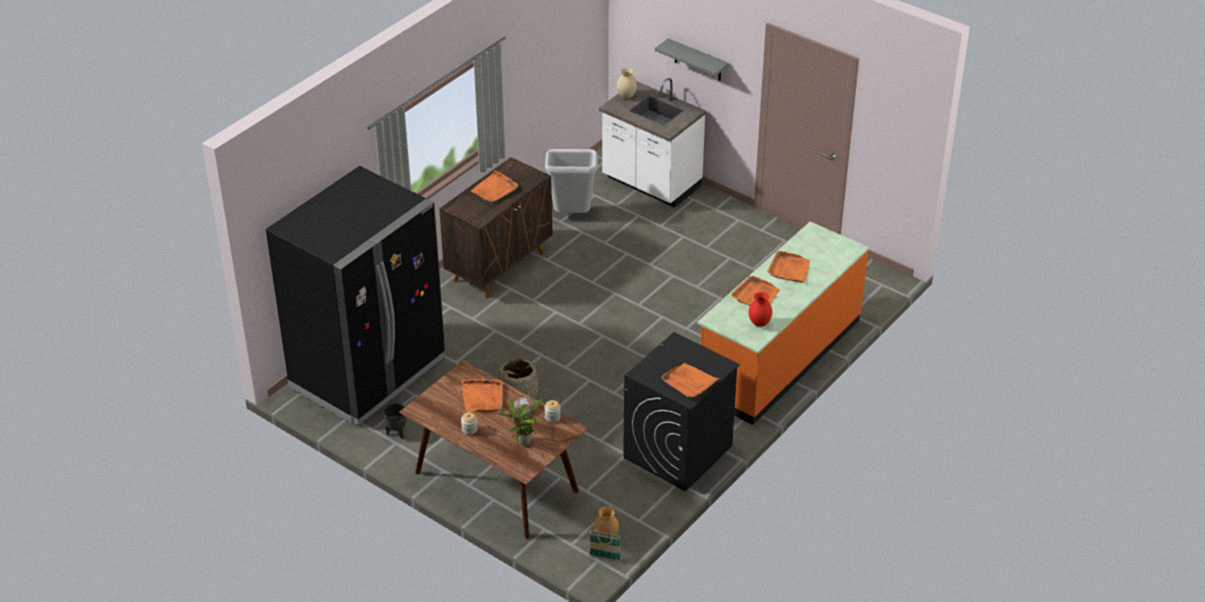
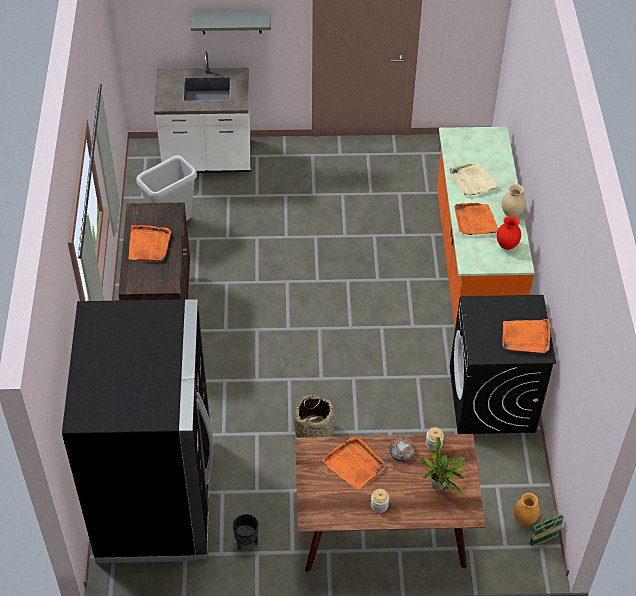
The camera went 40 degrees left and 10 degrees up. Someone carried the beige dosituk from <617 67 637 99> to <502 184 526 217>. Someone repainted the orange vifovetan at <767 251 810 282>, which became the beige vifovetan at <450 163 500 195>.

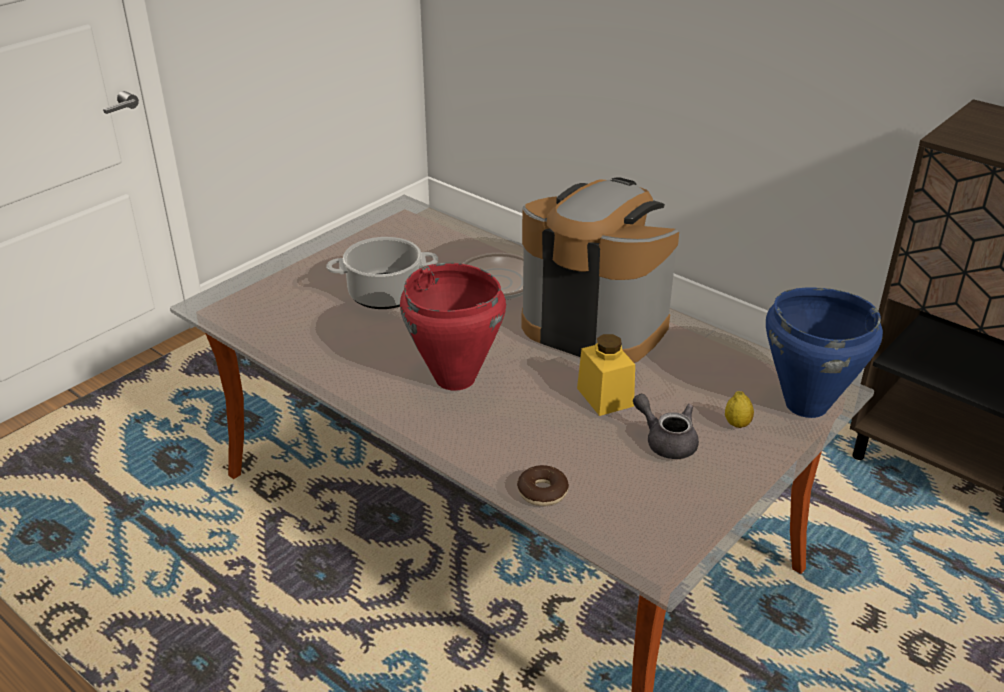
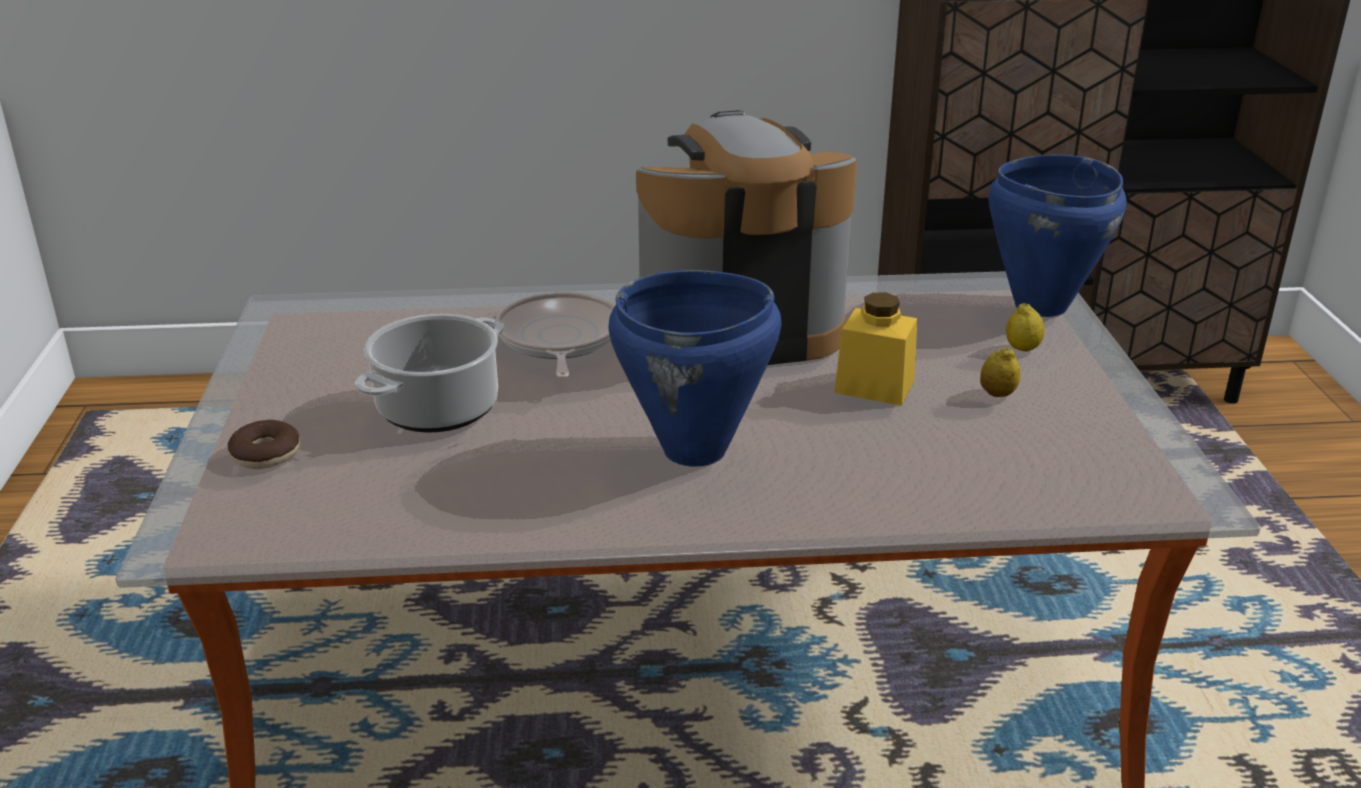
The camera went 45 degrees left and 5 degrees down. Someone repainted the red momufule at <400 263 506 391>, which became the blue momufule at <609 270 781 467>. Someone carried the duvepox from <517 465 569 506> to <228 420 300 469>. Someone swapped the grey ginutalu at <633 394 699 459> for the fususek at <980 347 1020 397>.

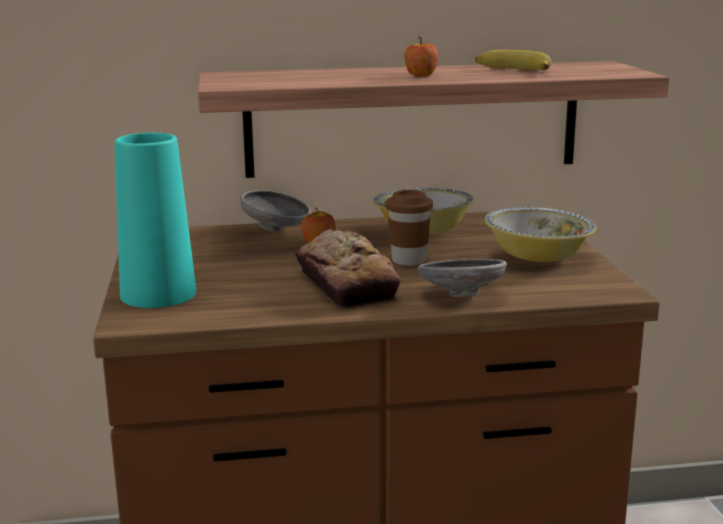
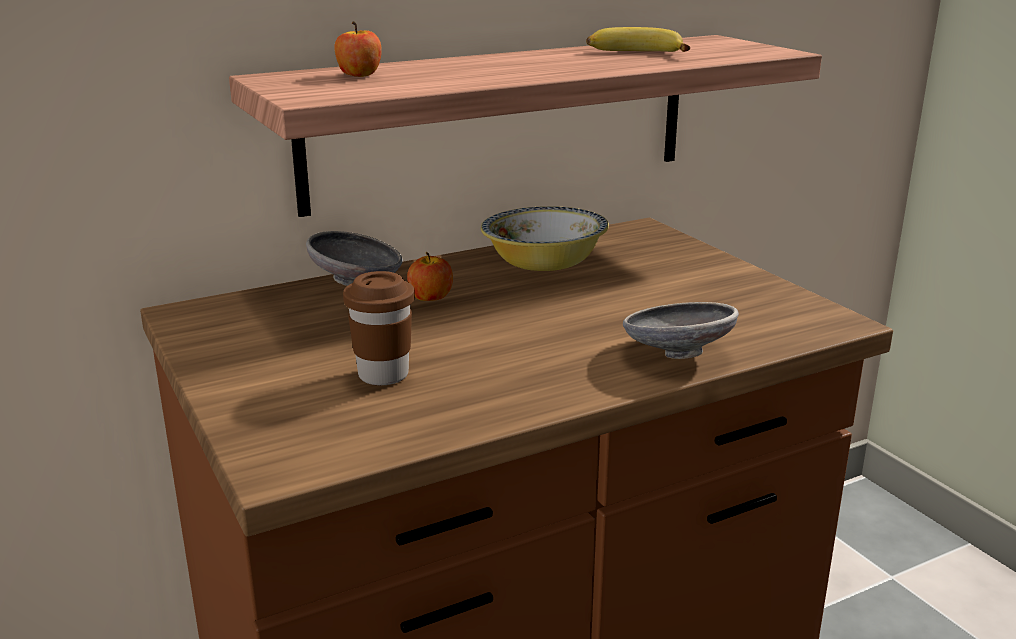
The camera went 20 degrees left and 5 degrees up. Someone took away the turquoise dosituk at <115 133 196 308>. Someone took away the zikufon at <295 229 401 308>. Someone carried the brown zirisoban from <386 190 433 266> to <343 271 415 385>. Someone carried the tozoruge from <404 36 438 76> to <334 21 382 77>. Someone took away the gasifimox at <485 207 596 262>.

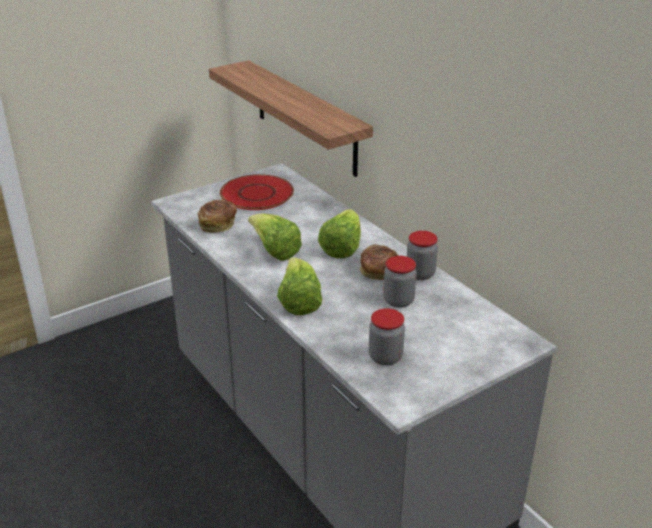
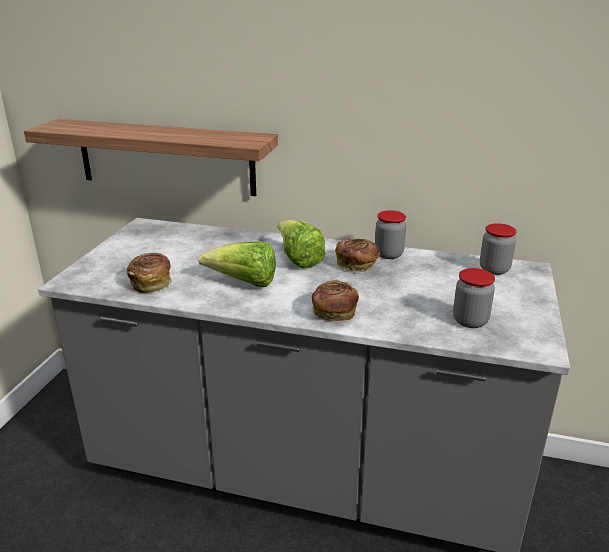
The camera went 40 degrees left and 5 degrees down. Someone took away the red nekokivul at <220 174 294 210>. Someone swapped the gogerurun at <277 257 322 315> for the zikufon at <312 280 359 321>. Someone carried the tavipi from <383 256 417 308> to <480 223 517 275>.

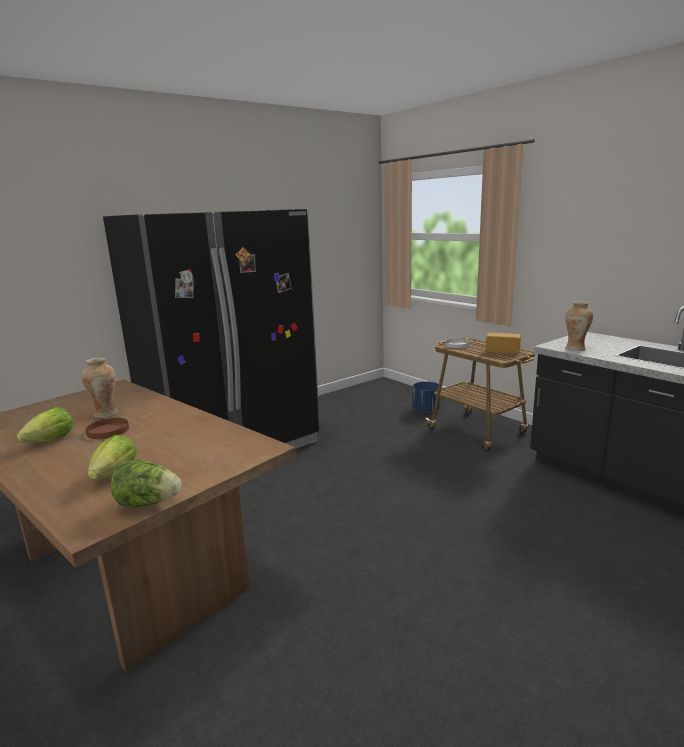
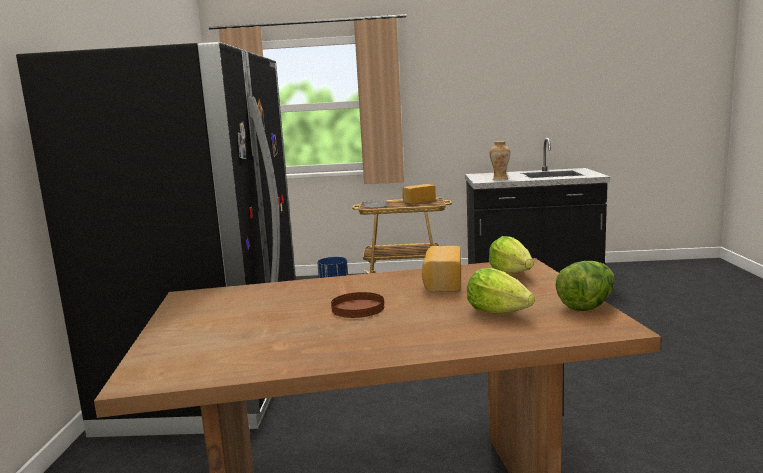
The camera went 50 degrees left and 5 degrees down. Someone carried the gogerurun from <17 407 73 443> to <489 236 533 274>. Someone took away the dosituk at <82 357 118 418>. Someone put down the zikufon at <422 246 461 292>.

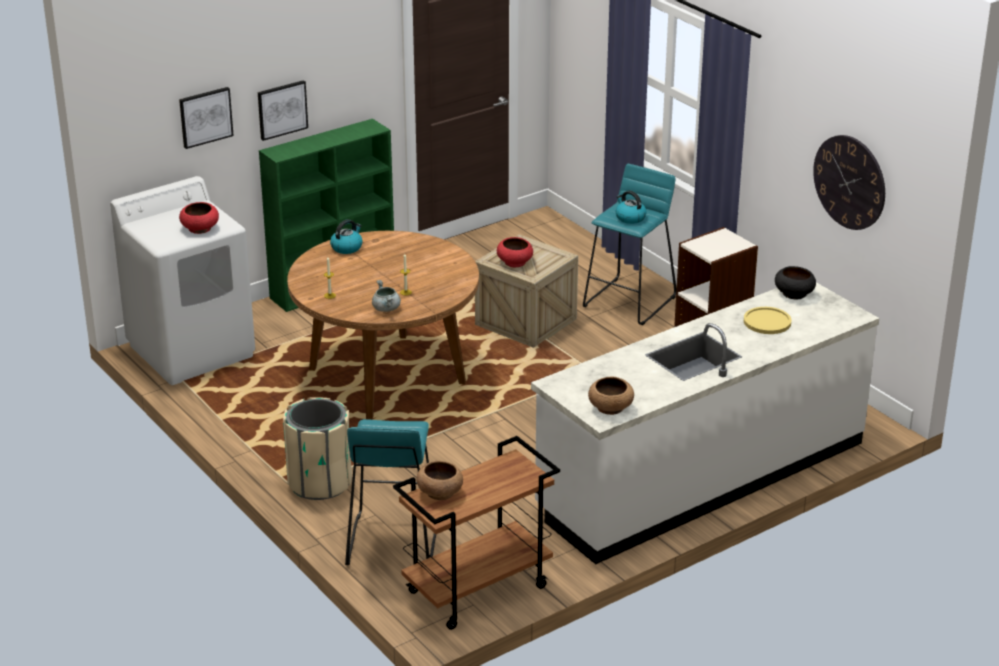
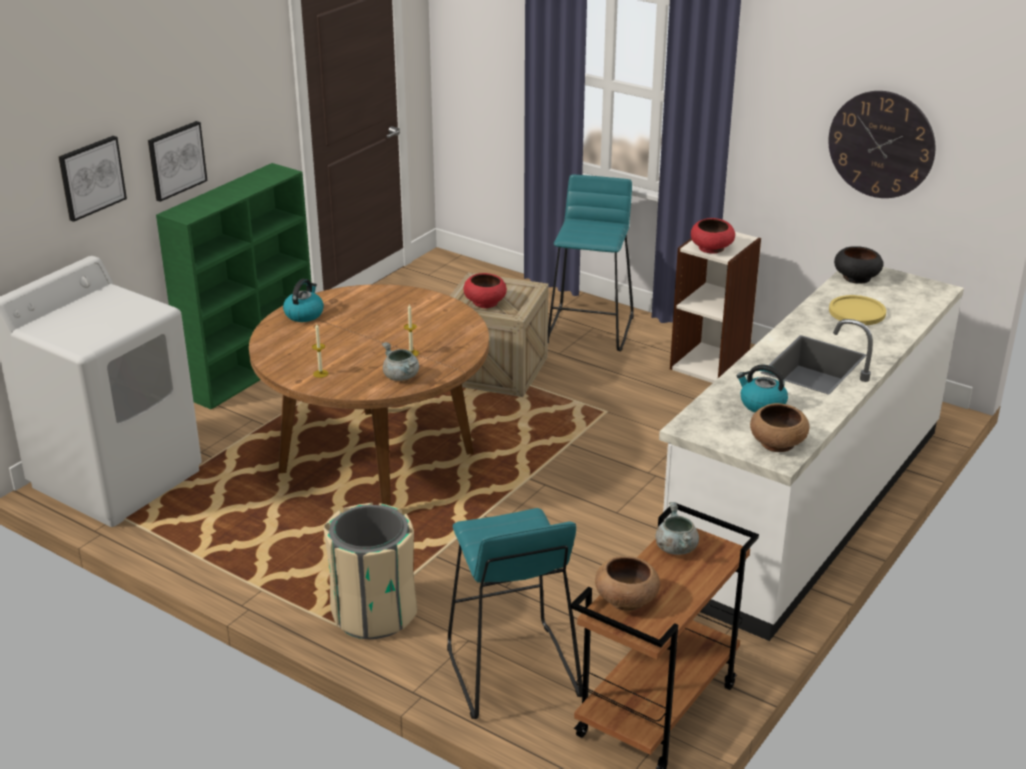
The camera went 20 degrees left and 0 degrees up. Someone carried the red gasifimox from <179 202 219 234> to <691 218 735 253>. Someone carried the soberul from <616 191 647 224> to <736 365 788 412>. Someone put down the grey momufule at <655 502 699 555>.

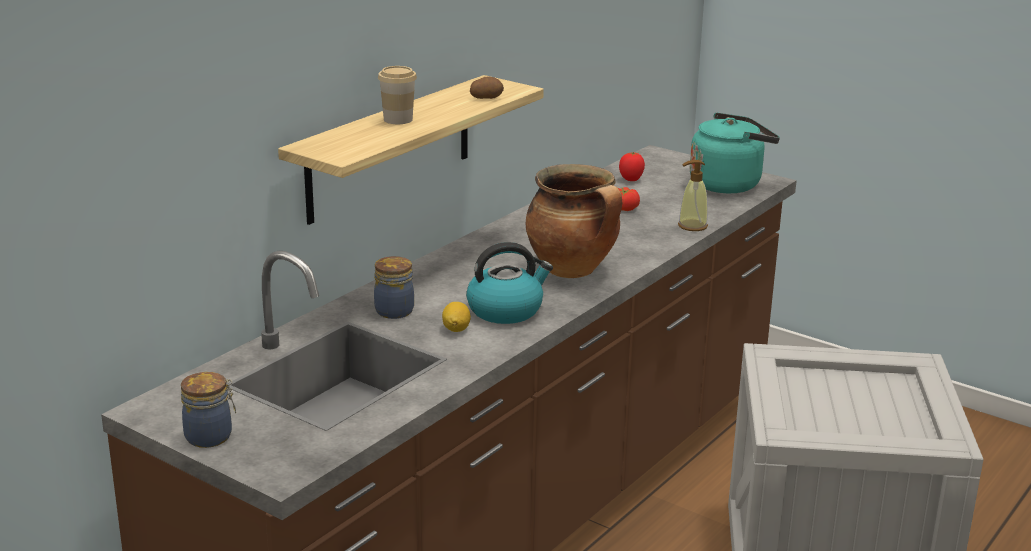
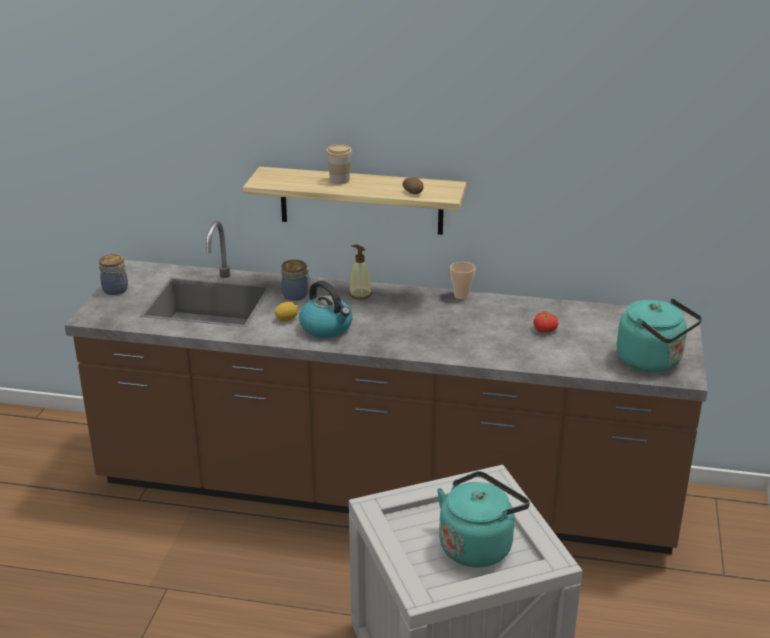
The camera went 65 degrees right and 5 degrees up. Someone took away the momufule at <526 164 622 278>. Someone took away the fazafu at <619 152 645 181>. Someone carried the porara from <678 160 708 231> to <349 245 372 300>. Someone put down the turquoise soberul at <437 471 530 567>. Someone put down the zirisoban at <450 262 475 300>.

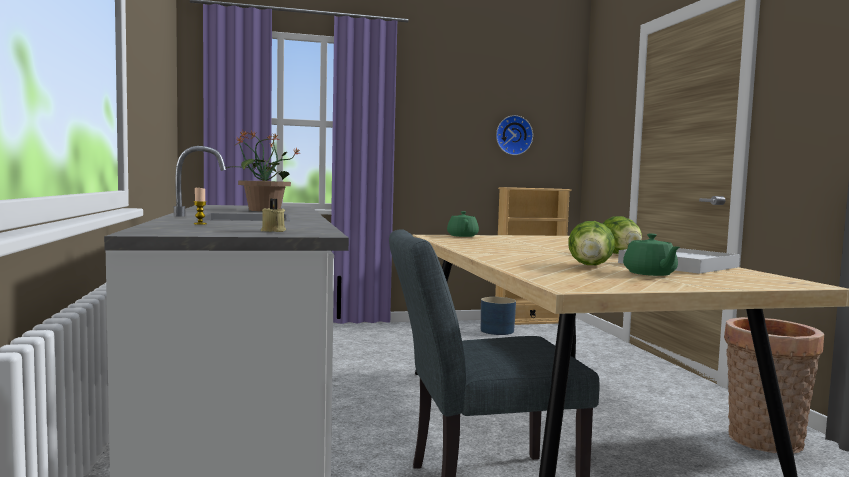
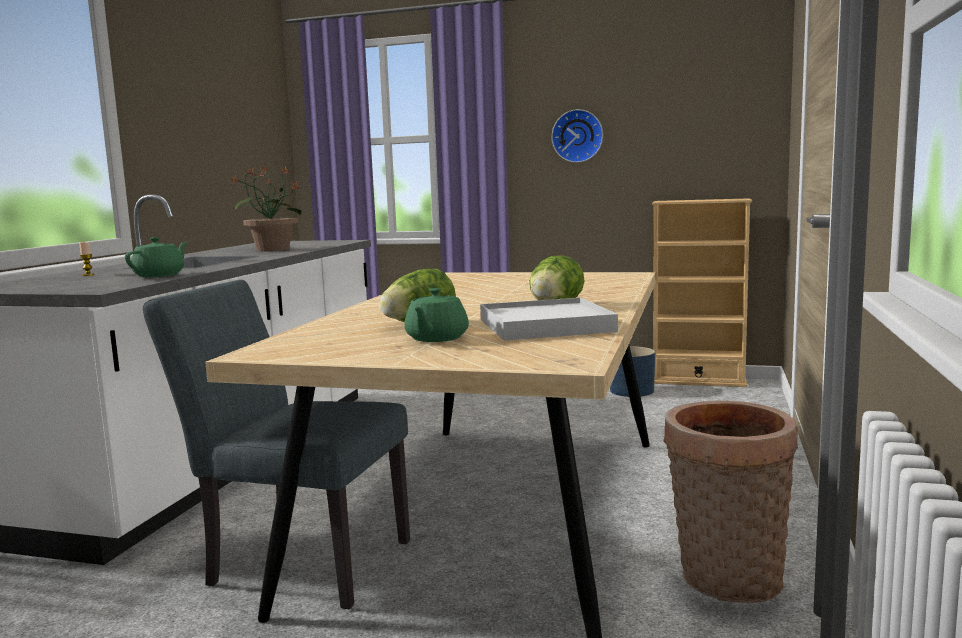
The camera went 30 degrees right and 5 degrees up. Someone took away the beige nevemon at <261 199 286 232>. Someone carried the green ginutalu from <447 211 479 237> to <125 237 188 277>. Someone carried the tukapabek from <496 115 533 155> to <551 109 603 163>.

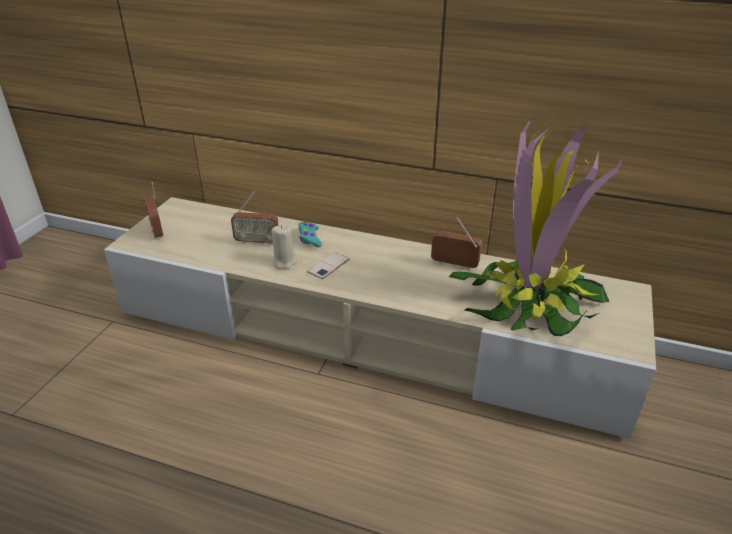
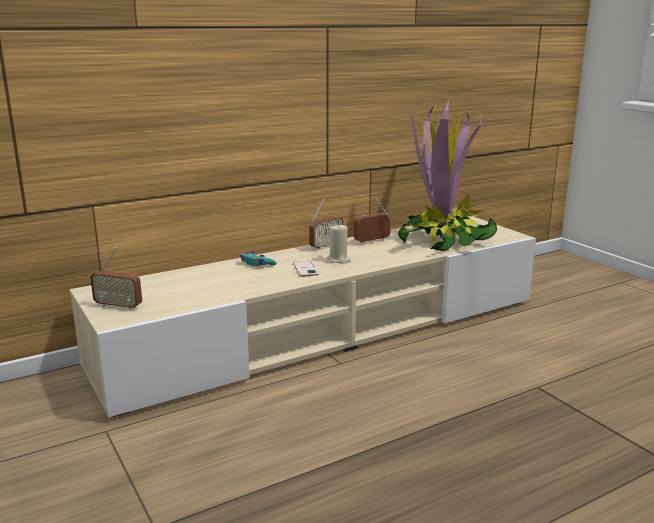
The camera went 50 degrees left and 15 degrees down. Someone carried the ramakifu from <231 191 279 246> to <309 199 344 250>. Someone carried the beige nevemon from <271 225 297 270> to <327 224 351 264>.

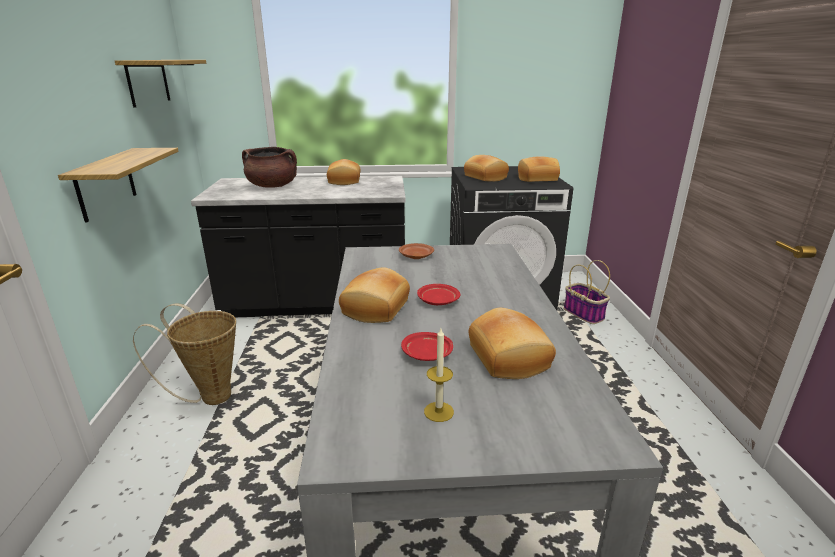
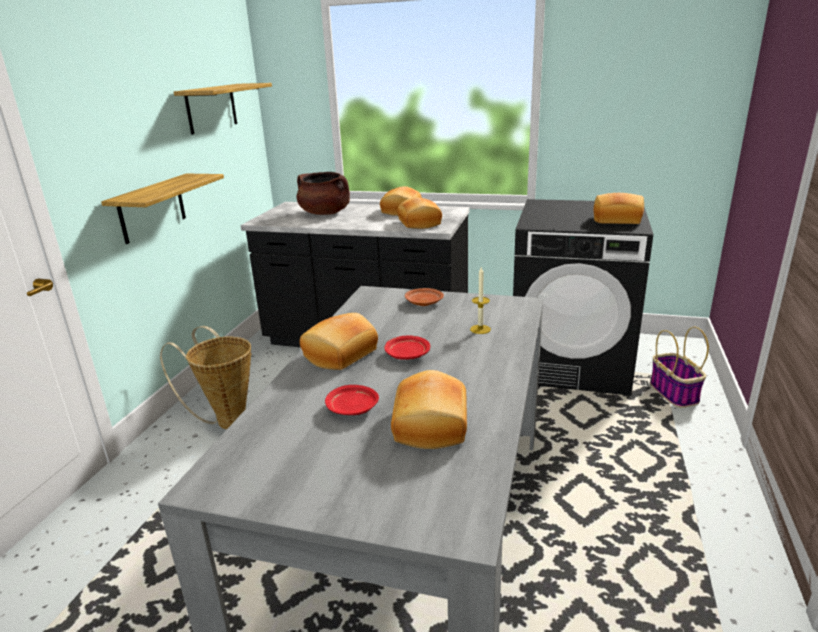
The camera went 20 degrees right and 0 degrees up. Someone carried the nevemon from <424 328 454 422> to <470 267 491 334>. Someone carried the zikufon from <464 155 509 182> to <397 197 442 229>.

